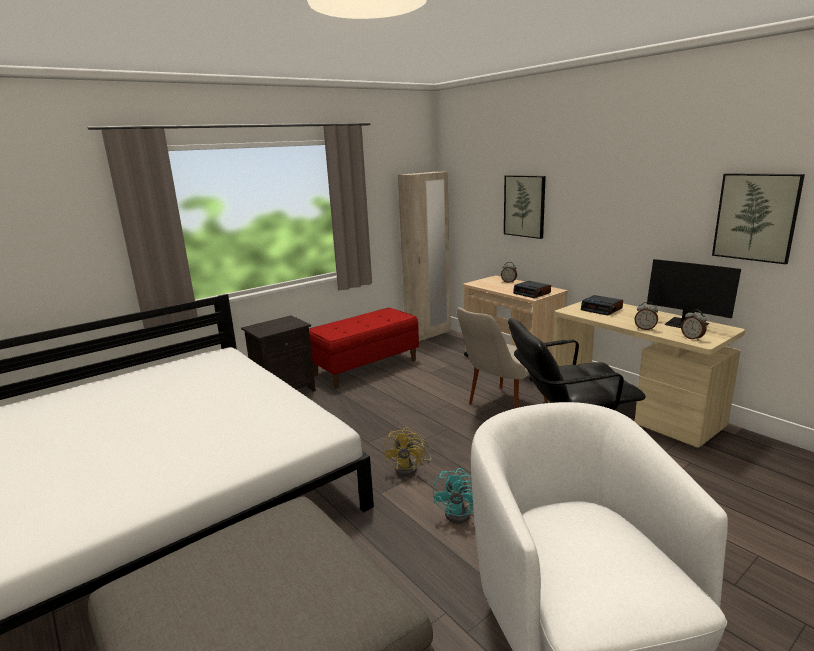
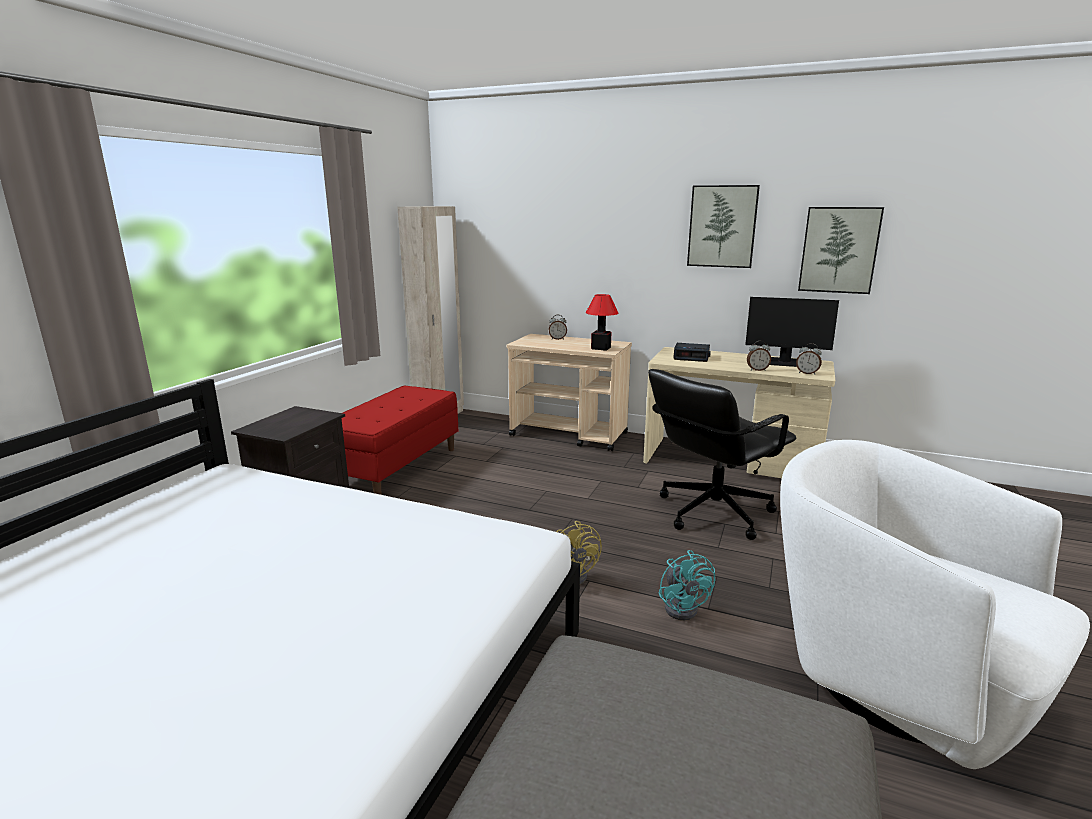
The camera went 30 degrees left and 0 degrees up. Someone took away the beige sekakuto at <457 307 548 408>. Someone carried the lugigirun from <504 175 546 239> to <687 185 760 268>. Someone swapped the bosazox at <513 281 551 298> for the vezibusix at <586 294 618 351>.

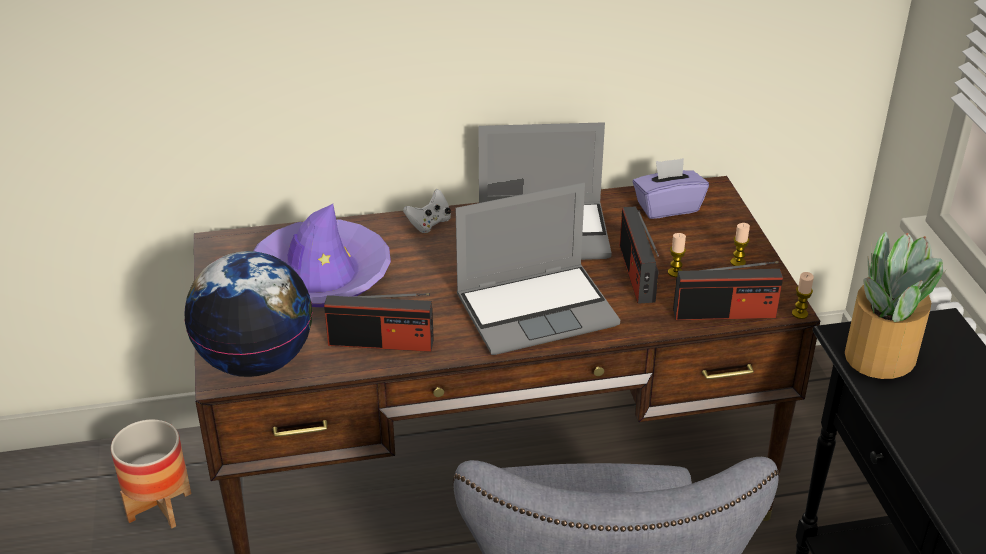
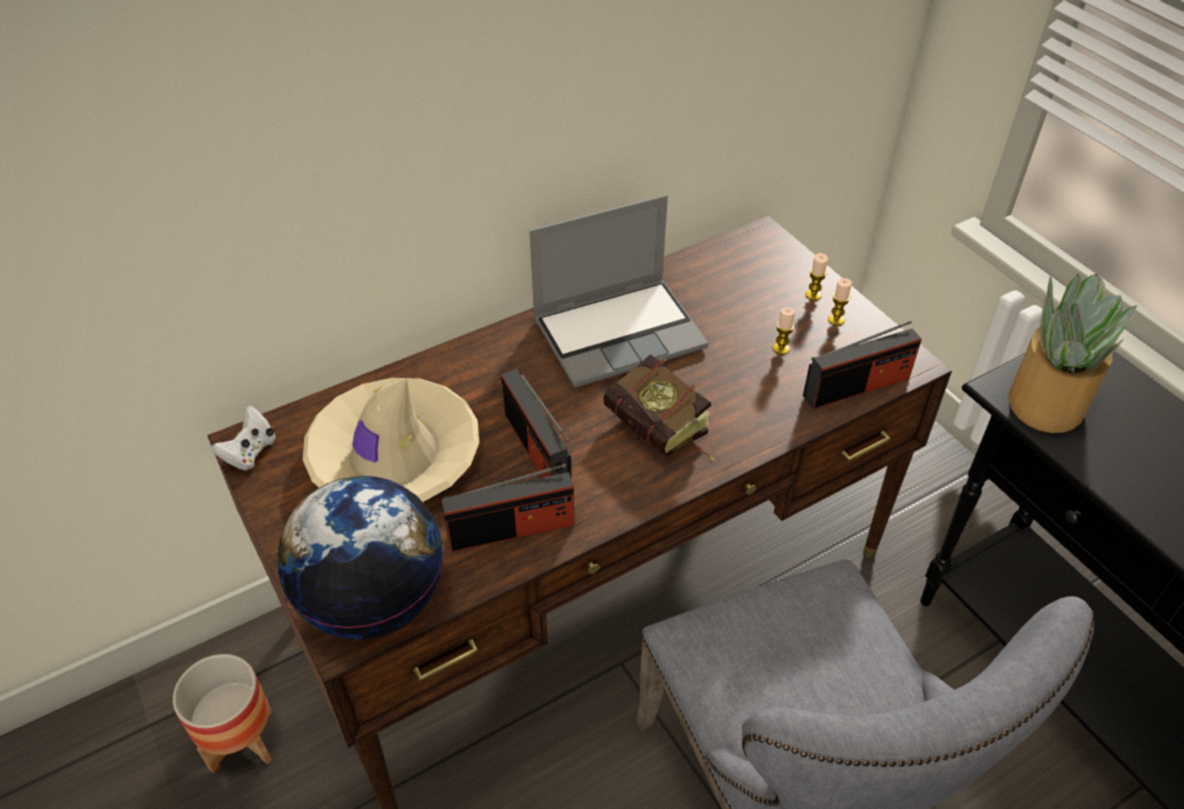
The camera went 20 degrees left and 10 degrees up. Someone repainted the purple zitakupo at <253 204 391 307>, which became the beige zitakupo at <303 378 479 502>. Someone carried the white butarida from <403 189 451 233> to <211 406 276 471>. Someone swapped the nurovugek at <456 182 620 355> for the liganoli at <603 354 715 461>. Someone carried the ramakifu from <619 206 659 304> to <501 369 572 480>. Someone took away the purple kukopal at <633 158 709 219>. Someone carried the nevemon from <792 272 814 319> to <806 253 828 301>.

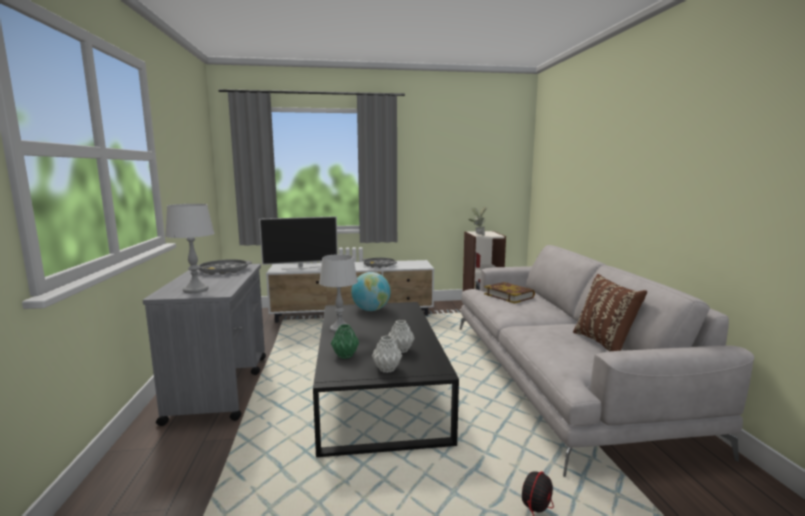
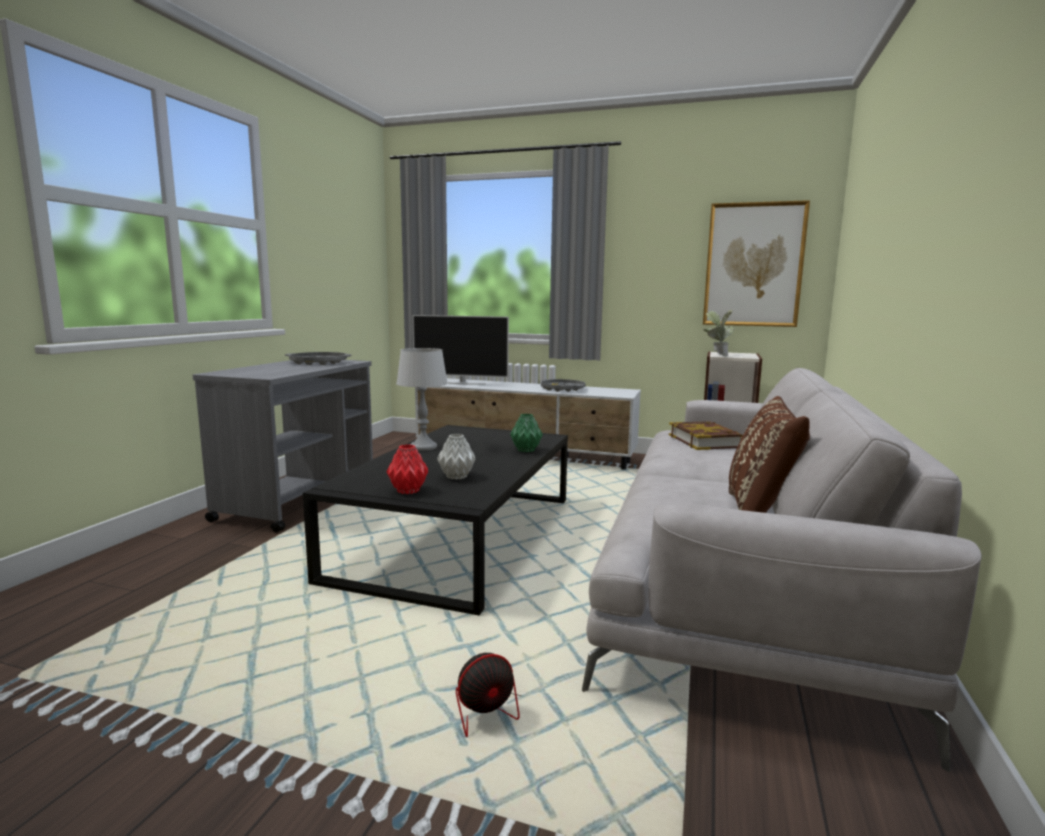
The camera went 25 degrees right and 0 degrees up. Someone took away the grey vezibusix at <165 204 215 293>. Someone carried the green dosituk from <331 324 359 359> to <510 414 543 452>. Someone took away the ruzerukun at <351 272 390 311>. Someone repainted the grey dosituk at <372 335 402 373>, which became the red dosituk at <386 444 428 494>. Someone put up the lugigirun at <703 200 810 327>.

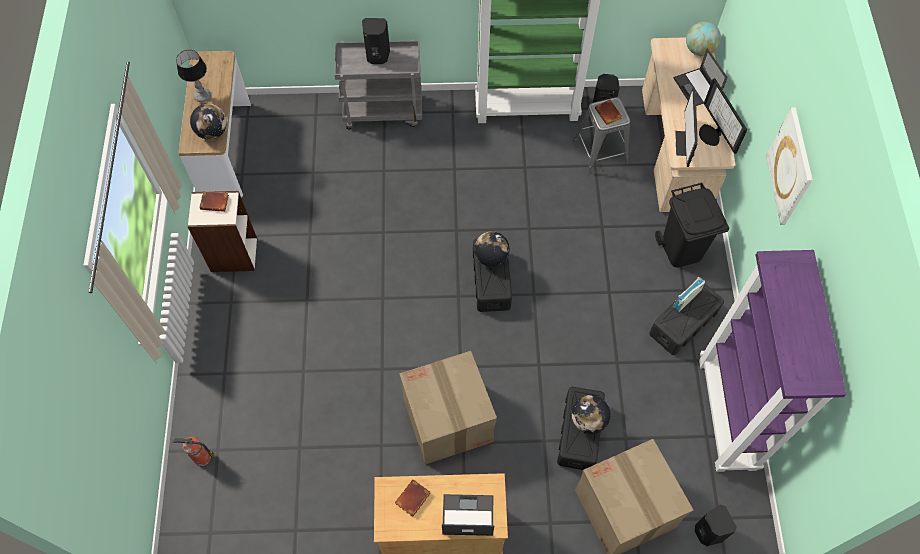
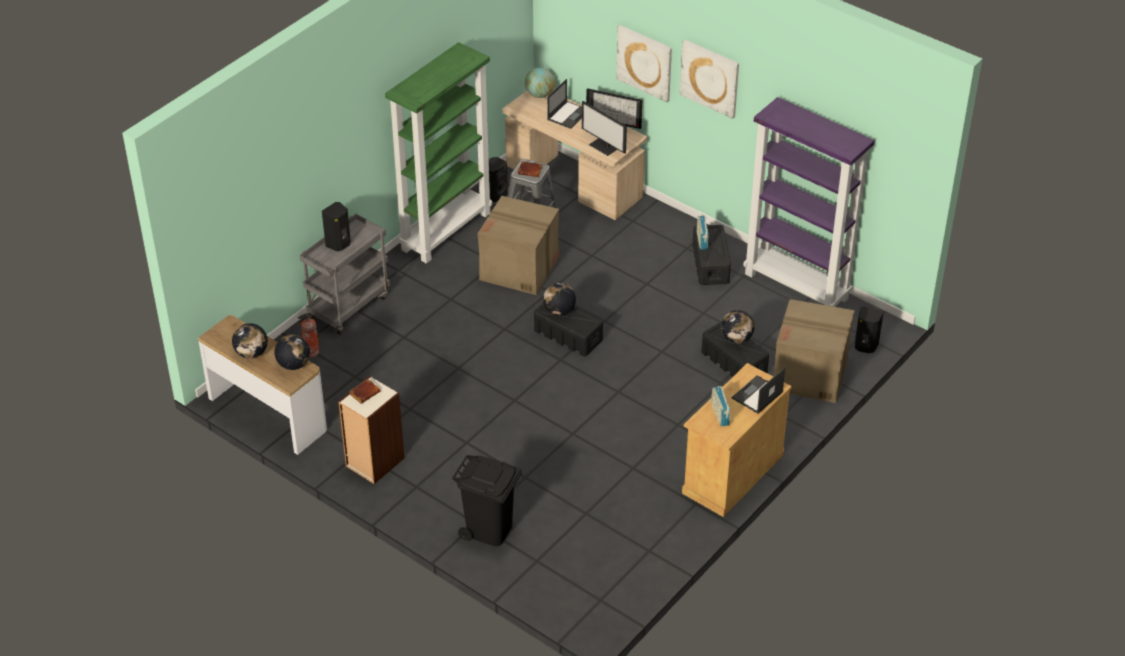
The camera went 50 degrees left and 20 degrees down. Someone carried the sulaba from <172 437 215 466> to <297 313 319 357>. Someone swapped the vezibusix at <176 50 211 102> for the ruzerukun at <232 323 268 359>. Someone swapped the brown liganoli at <395 479 431 517> for the ramakifu at <711 386 730 427>. Someone carried the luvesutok from <399 351 497 465> to <477 196 559 295>. Someone carried the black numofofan from <655 182 729 268> to <452 455 522 546>. Someone rotated the nurovugek at <674 48 728 106> by 75 degrees counterclockwise. Someone put up the lugigirun at <616 25 672 102>.

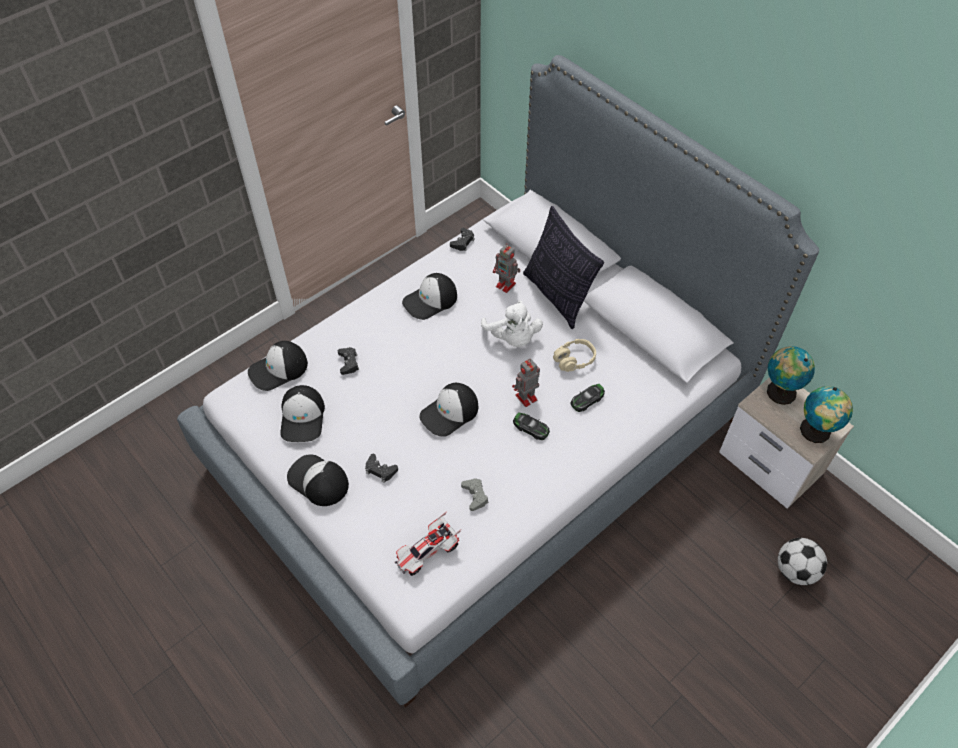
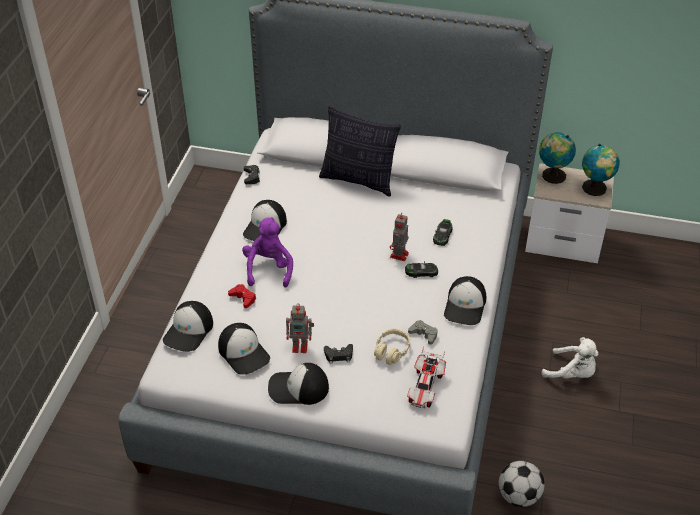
The camera went 35 degrees left and 10 degrees down. Someone repainted the black butarida at <338 347 359 375>, which became the red butarida at <228 284 256 308>. Someone carried the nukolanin from <419 383 478 437> to <444 276 486 325>. Someone carried the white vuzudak from <481 300 543 347> to <542 337 599 379>. Someone carried the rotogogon from <493 244 520 293> to <286 304 314 353>. Someone carried the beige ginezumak from <553 339 596 372> to <374 328 410 365>. Someone carried the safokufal from <778 538 827 585> to <499 461 545 507>. Someone put down the purple vuzudak at <242 217 293 287>.

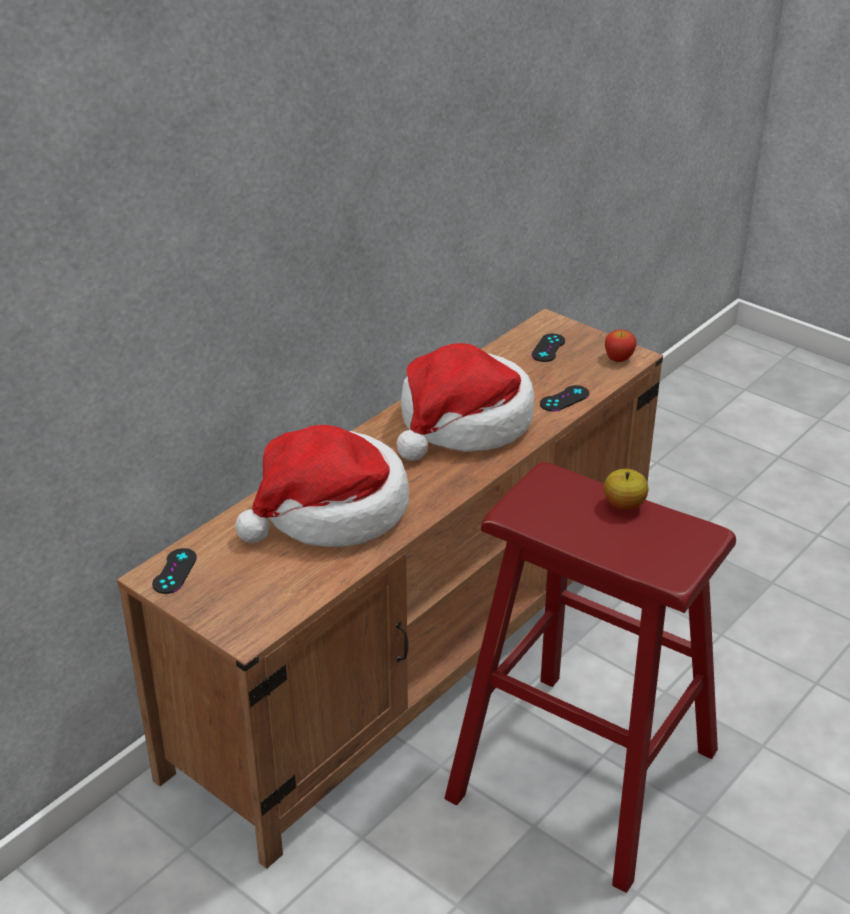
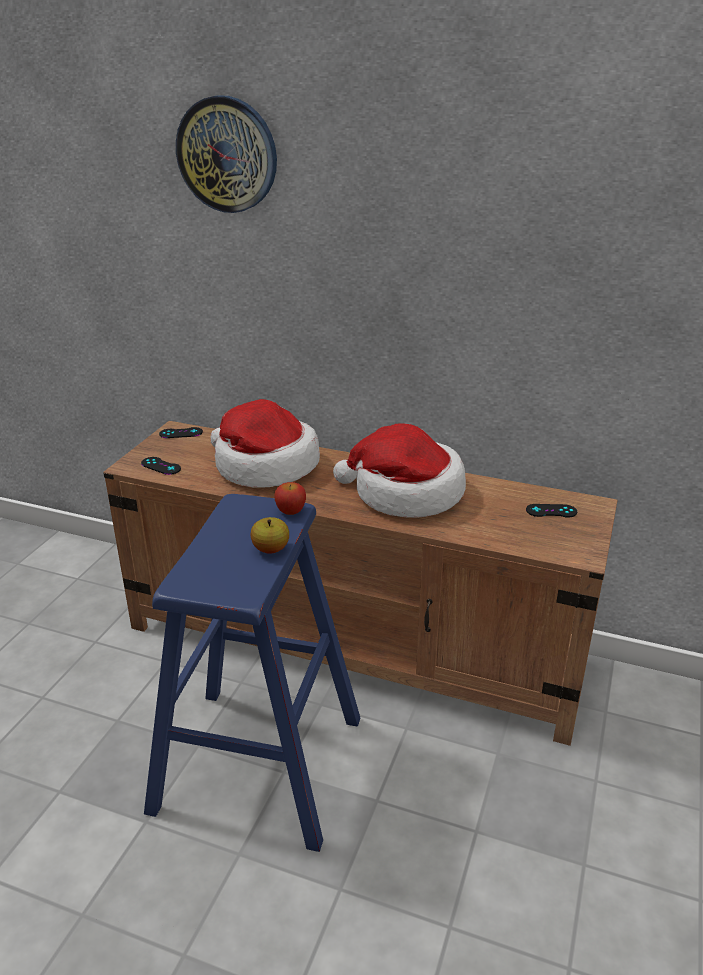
The camera went 70 degrees right and 5 degrees down. Someone repainted the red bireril at <444 462 736 893>, which became the blue bireril at <144 494 360 852>. Someone carried the black butarida from <540 385 590 411> to <141 457 181 475>. Someone carried the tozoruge from <605 329 637 362> to <274 482 306 515>. Someone put up the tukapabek at <176 95 277 213>.

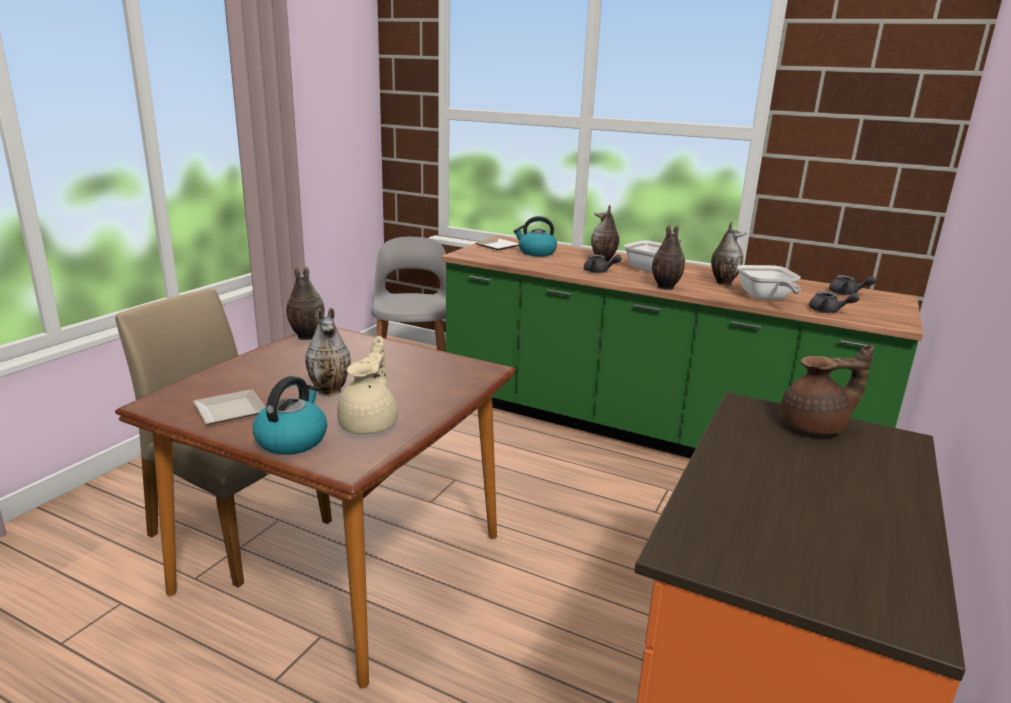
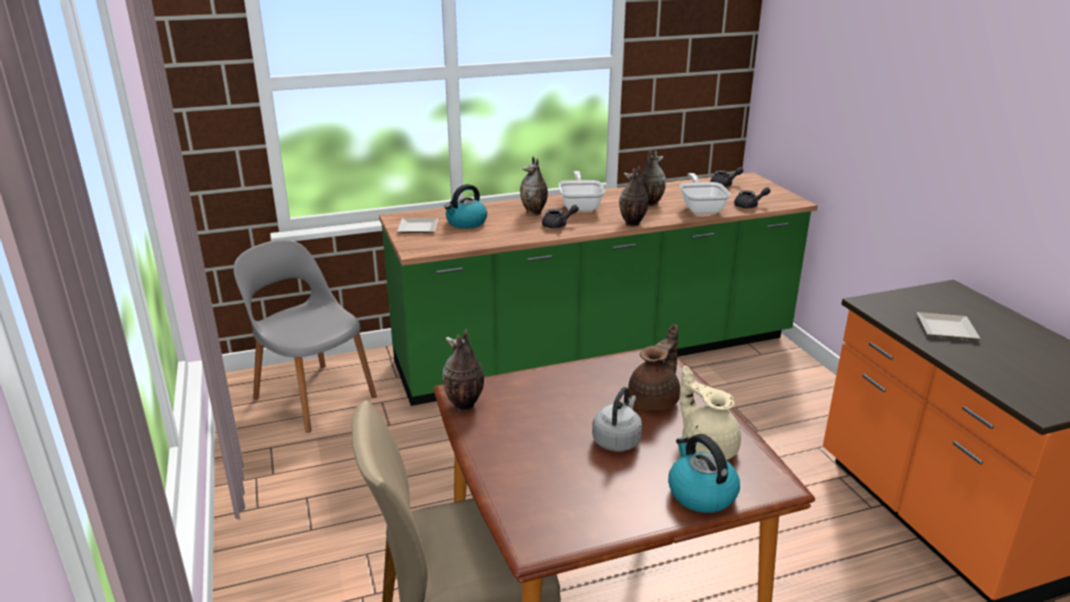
The camera went 45 degrees left and 5 degrees up. Someone carried the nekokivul from <193 389 265 425> to <917 312 981 340>. Someone swapped the dosituk at <305 308 351 397> for the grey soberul at <592 387 642 452>. Someone rotated the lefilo at <737 265 801 300> by 135 degrees counterclockwise. Someone carried the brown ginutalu from <780 344 874 435> to <628 324 680 410>.

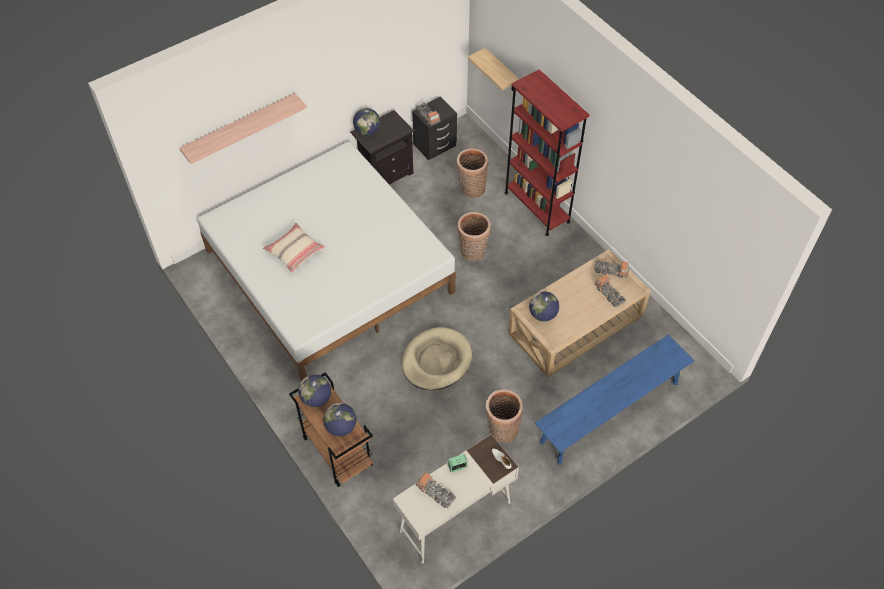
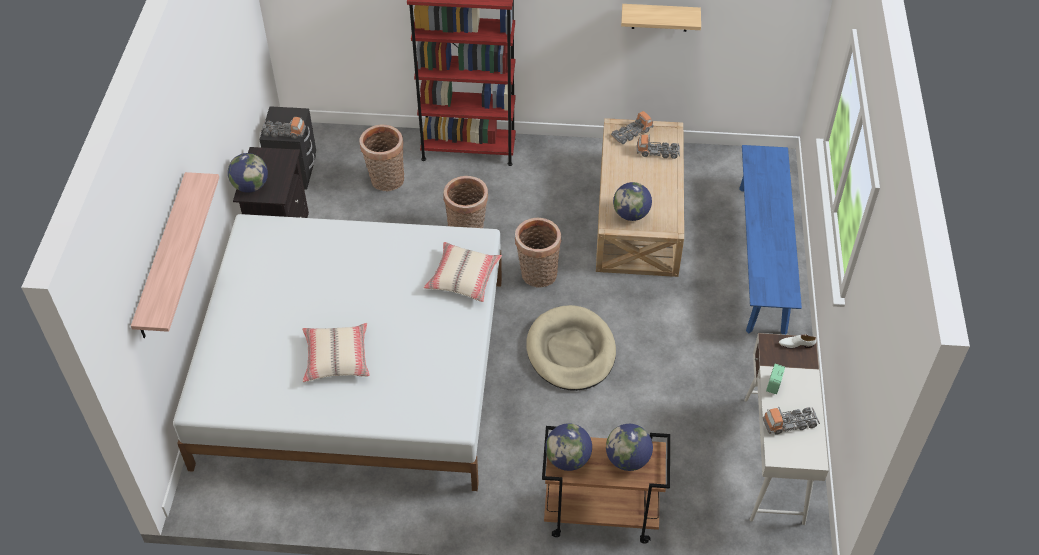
The camera went 50 degrees left and 5 degrees down. Someone carried the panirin from <468 48 519 91> to <621 4 701 32>. Someone carried the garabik from <485 389 523 443> to <515 218 561 288>. Someone put down the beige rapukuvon at <424 242 502 302>.

